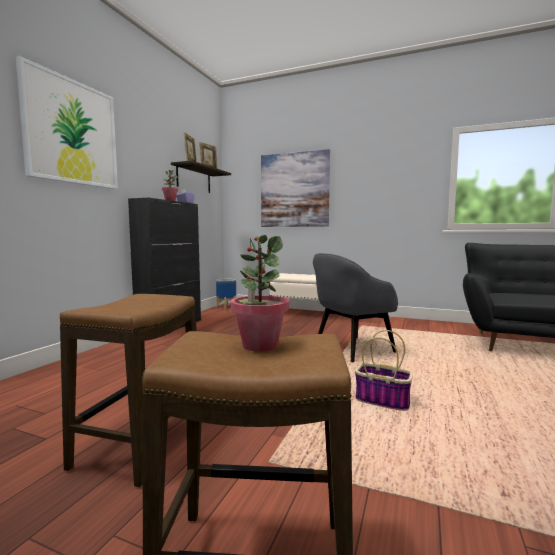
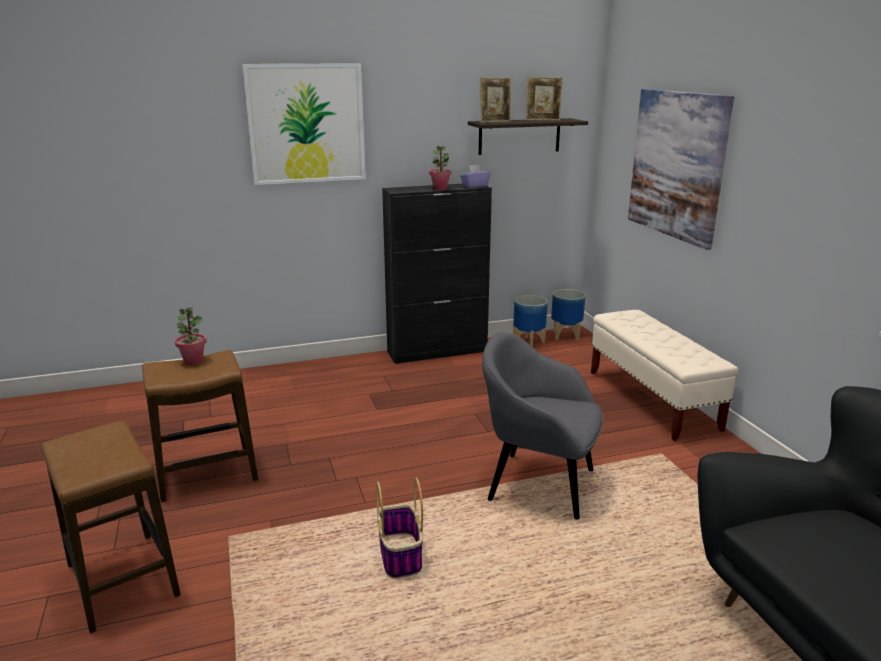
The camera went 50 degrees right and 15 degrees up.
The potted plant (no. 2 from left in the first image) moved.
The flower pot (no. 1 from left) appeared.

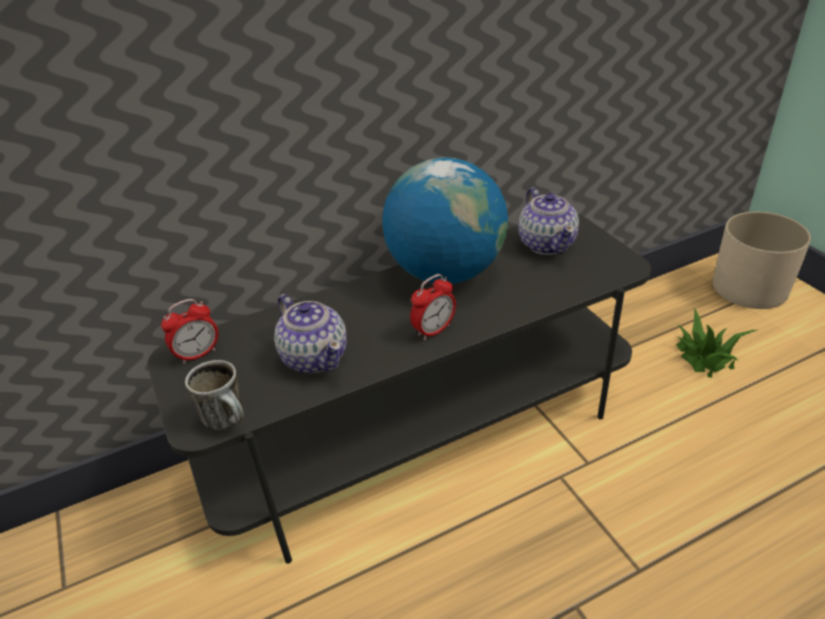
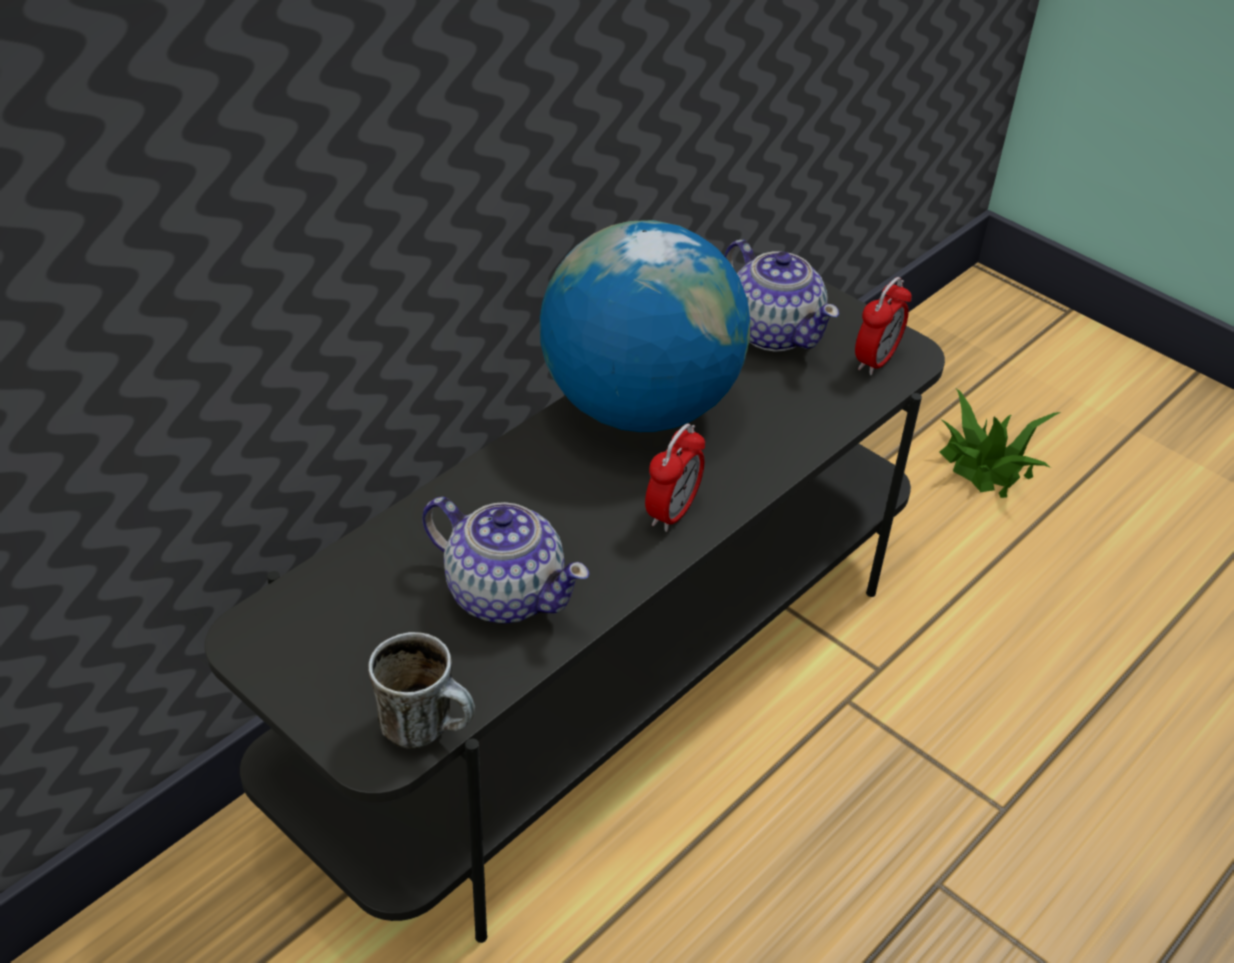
The camera went 25 degrees left and 5 degrees up.
The alarm clock (no. 1 from left in the first image) moved.
The flower pot/beige-coloured disappeared.

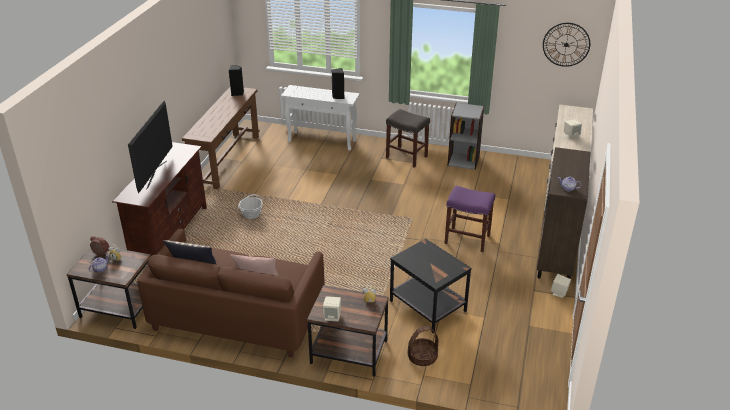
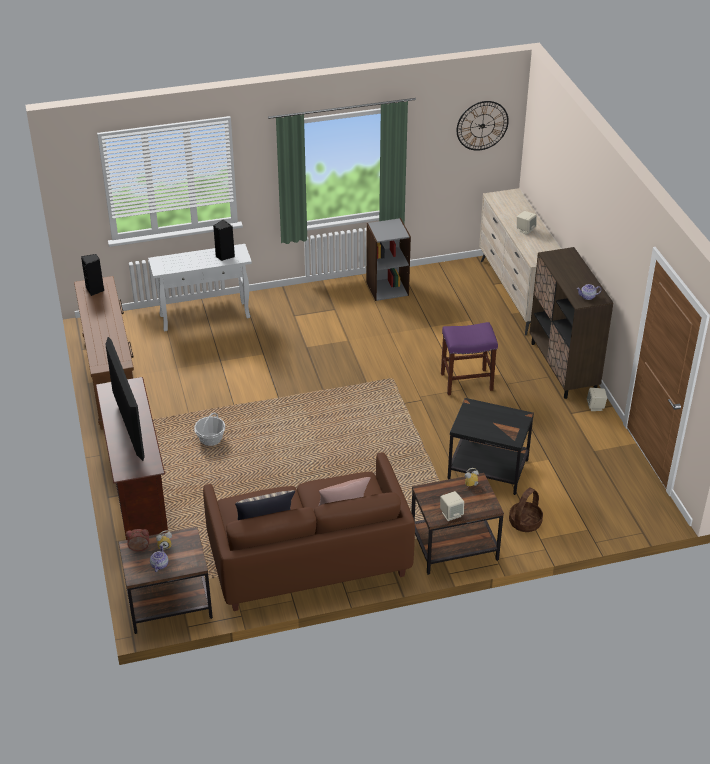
The camera went 30 degrees left and 5 degrees up.
The sitting stool/gray disappeared.

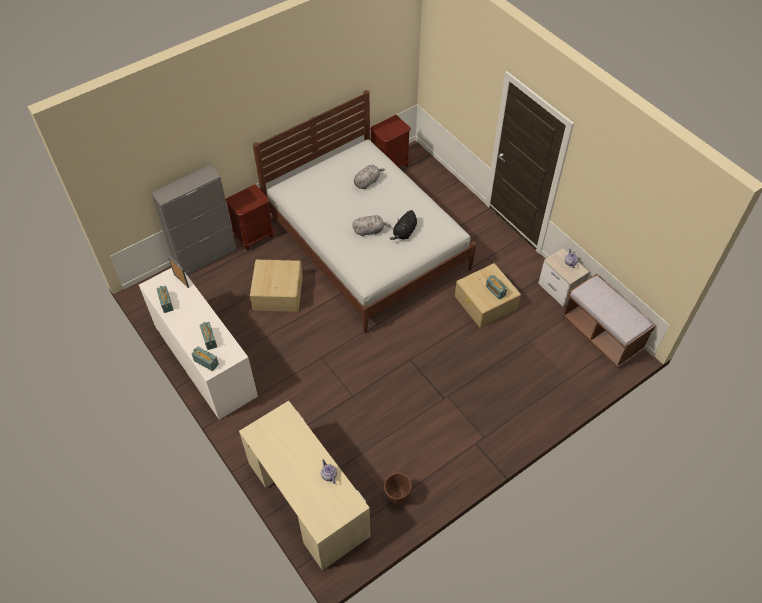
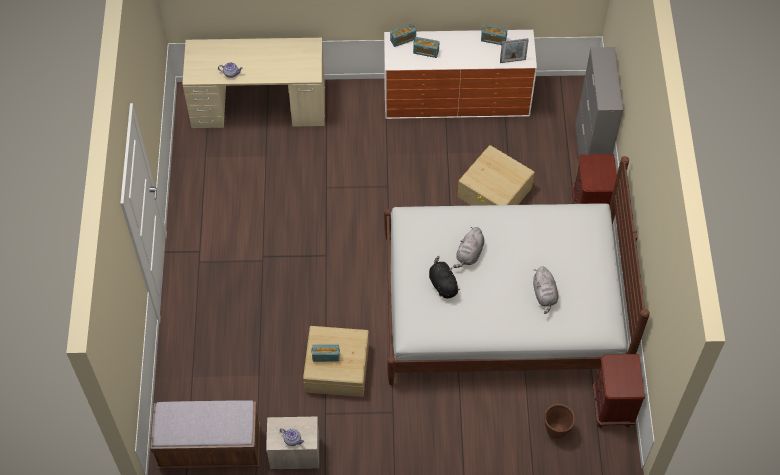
The camera went 125 degrees right and 5 degrees up.
The flower pot/brown moved.

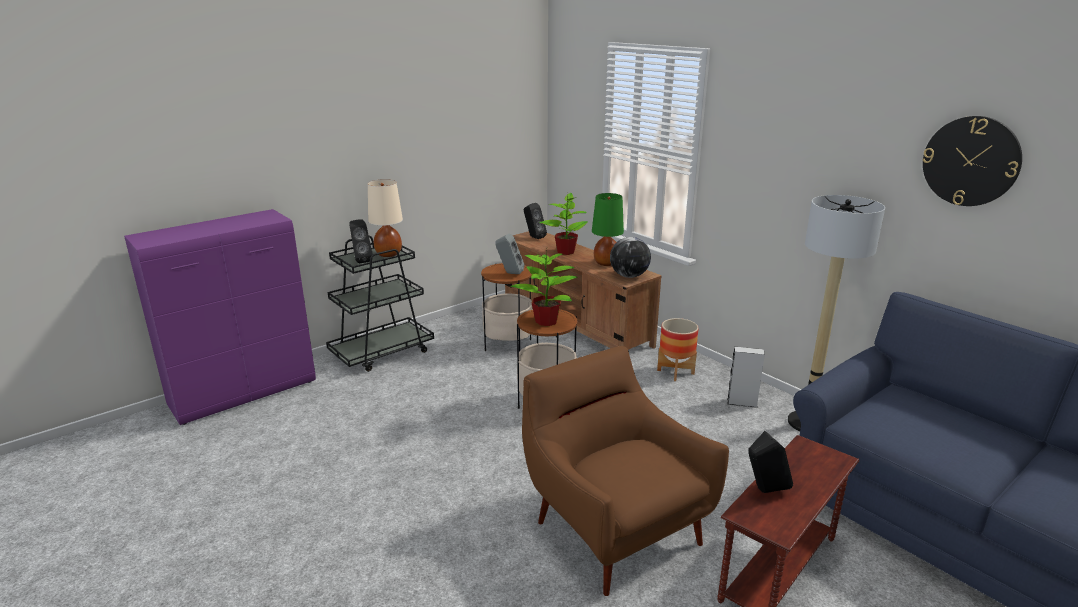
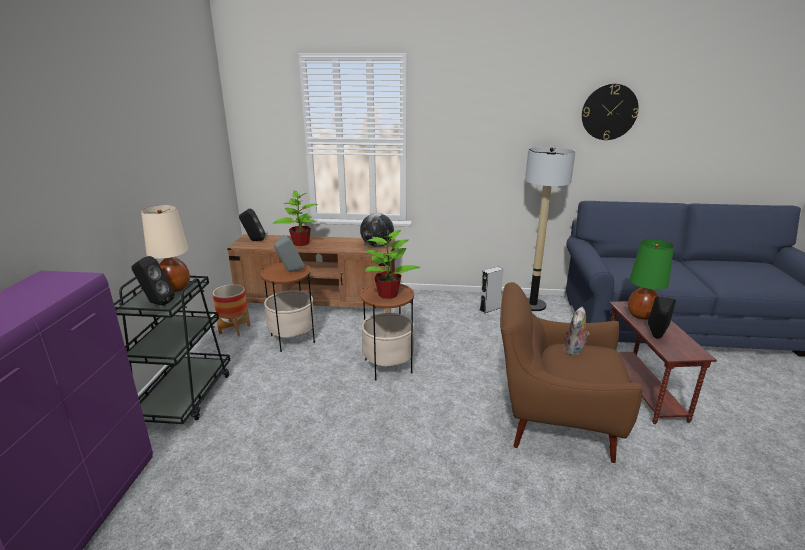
The camera went 45 degrees left and 0 degrees up.
The flower pot moved.
The plush toy appeared.
The tabletop lamp/greenish moved.

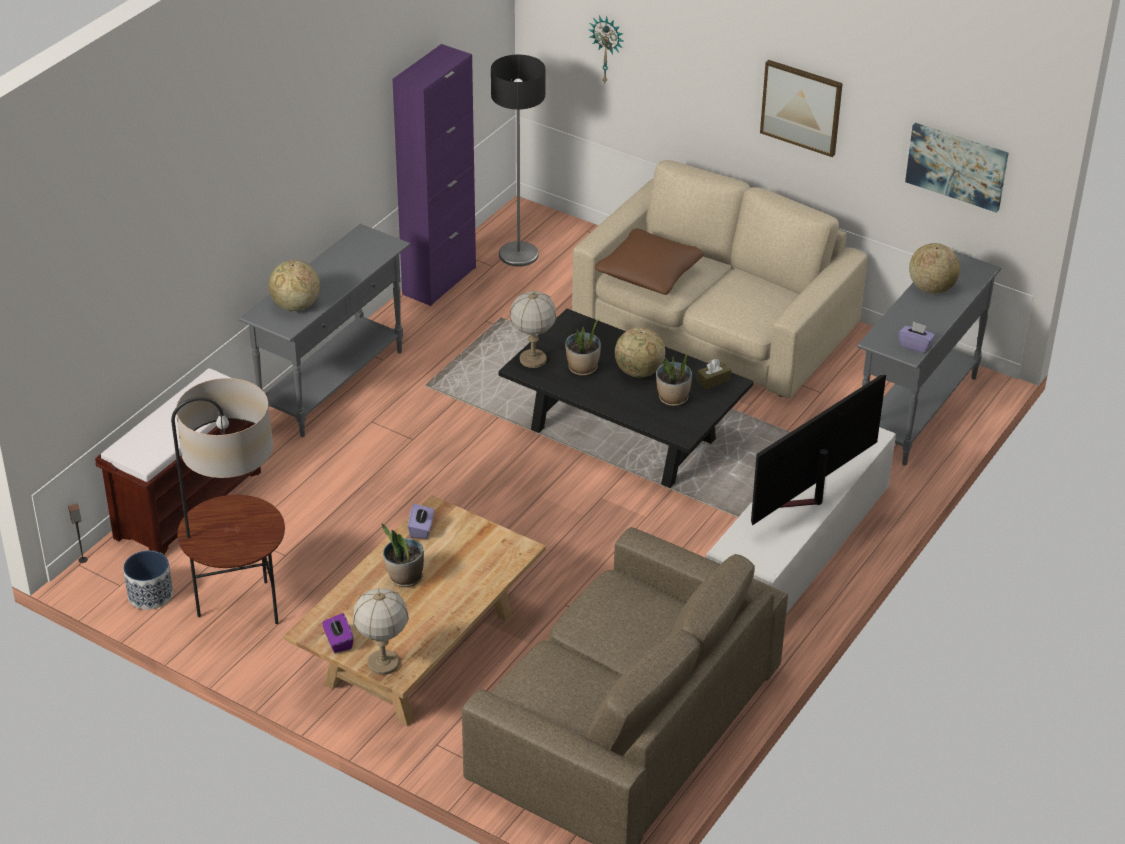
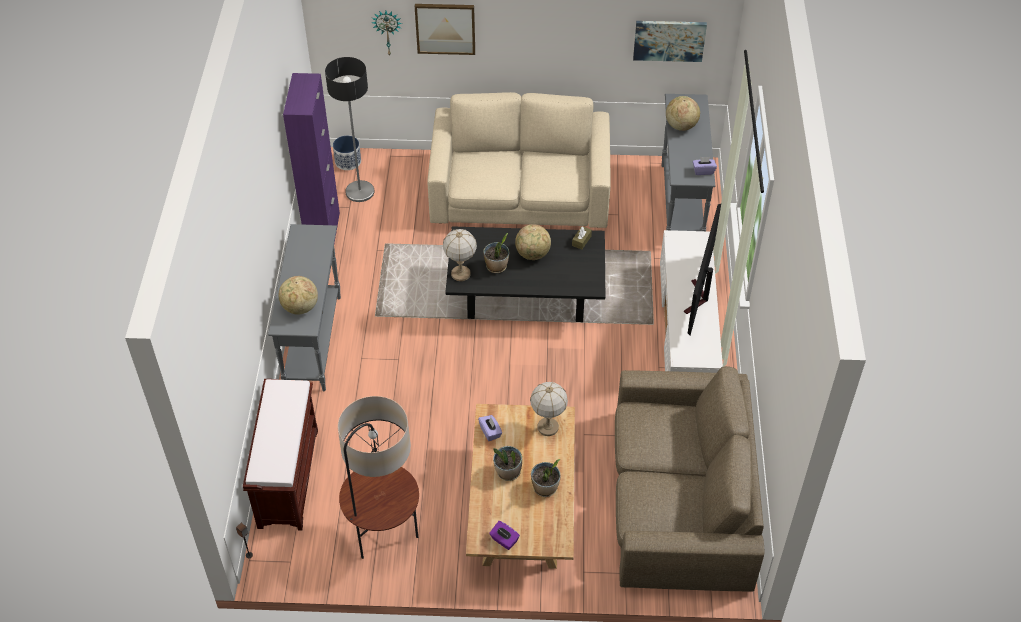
The camera went 30 degrees left and 10 degrees up.
The flower pot moved.
The wall art (no. 1 from left) moved.
The tabletop lamp (no. 1 from left in the first image) moved.
The potted plant (no. 3 from left) moved.
The throw pillow/brown disappeared.

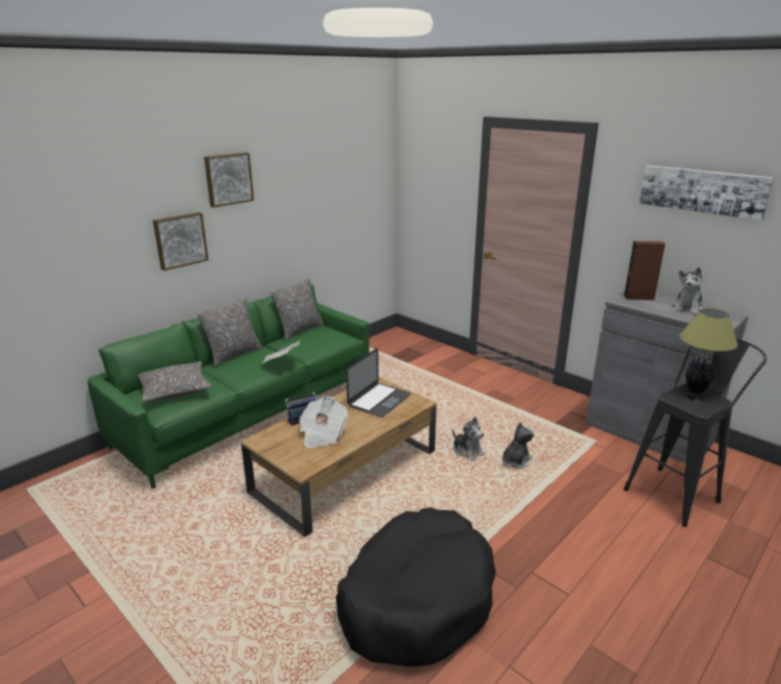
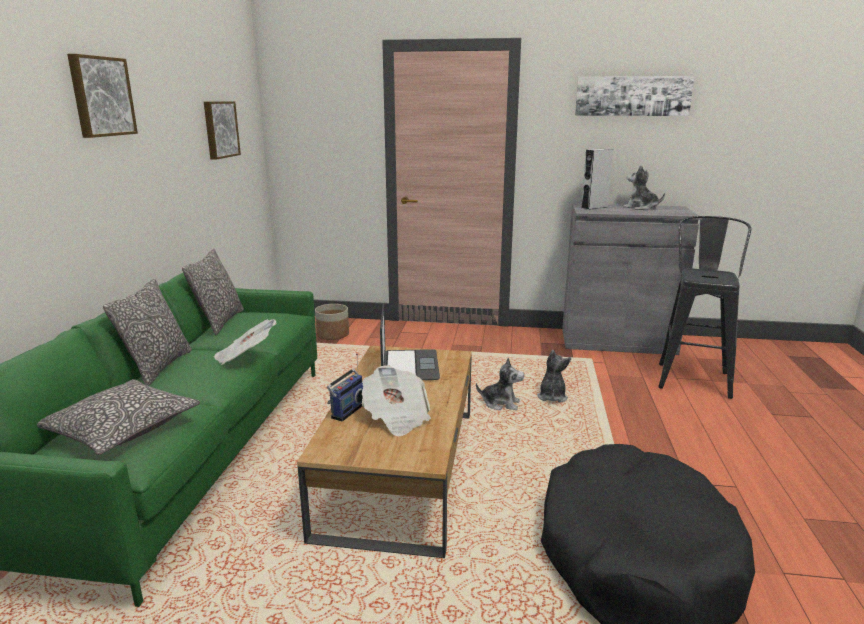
The camera went 35 degrees left and 5 degrees down.
The wall art (no. 1 from left in the first image) moved.
The flower pot appeared.
The speaker/brown became the speaker/gray.
The plush toy (no. 3 from left) turned 135 degrees clockwise.
The tabletop lamp disappeared.

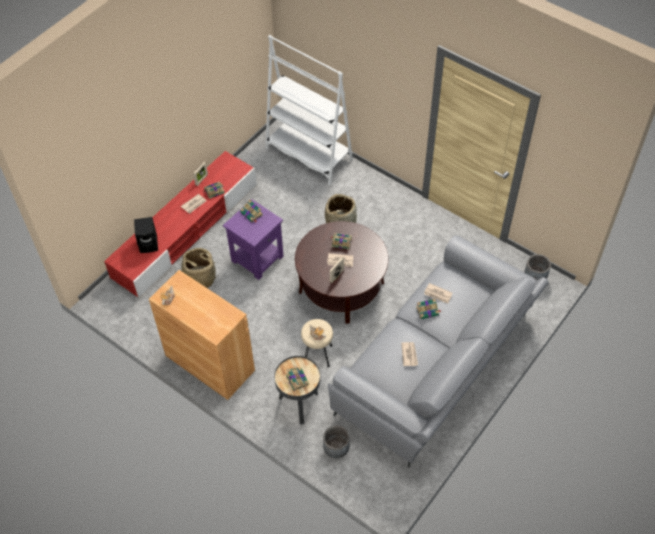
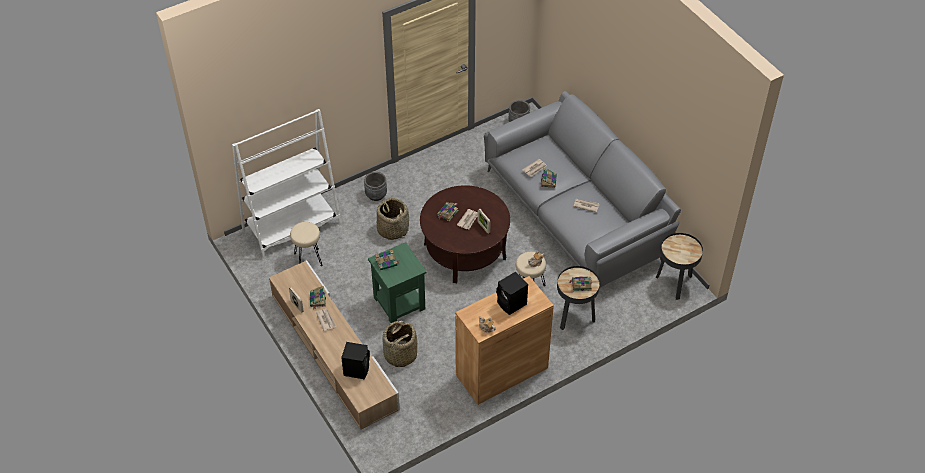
The camera went 70 degrees left and 5 degrees down.
The media console/red became the media console/beige-coloured.
The sitting stool/beige-coloured (no. 1 from left) appeared.
The flower pot/gray (no. 1 from left) moved.
The side table/purple became the side table/greenish.
The speaker/black-coloured (no. 2 from left) appeared.
The side table/black-coloured (no. 2 from left) appeared.

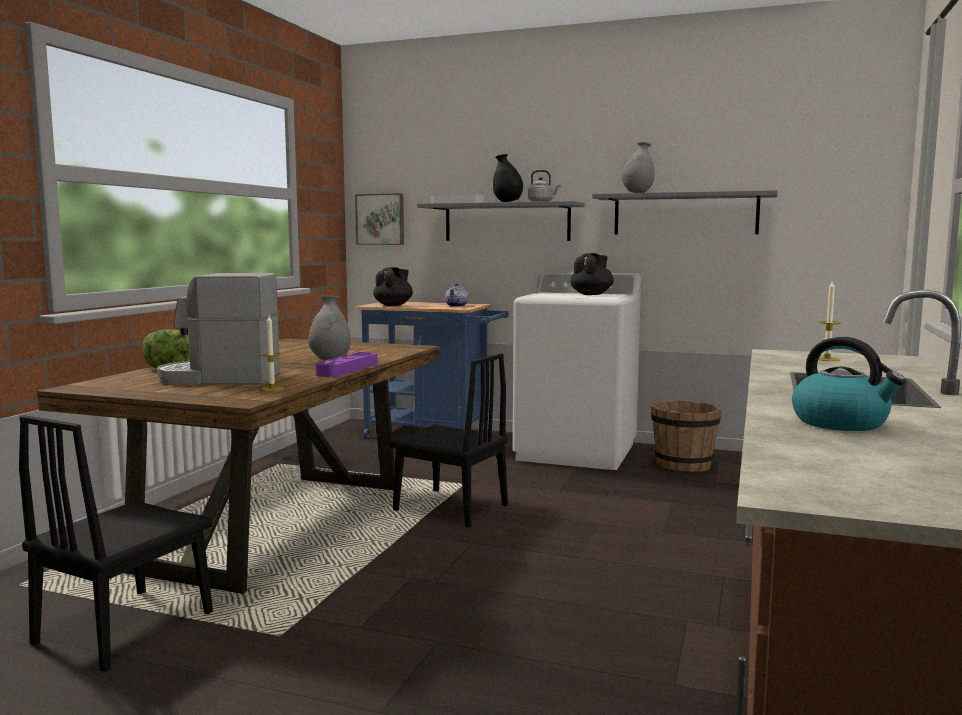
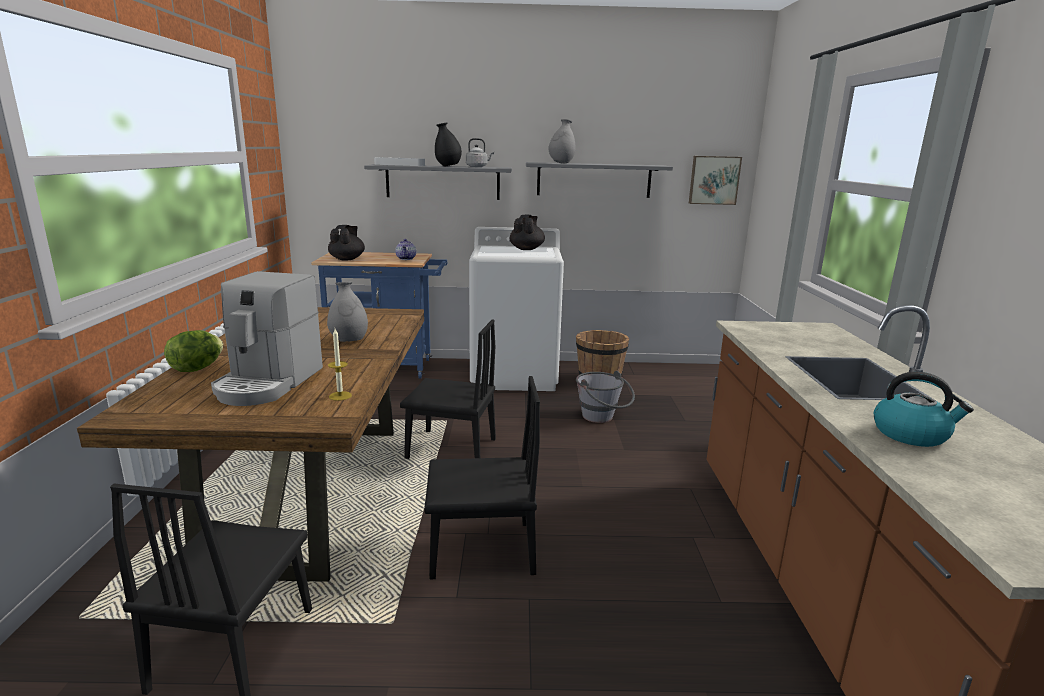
The camera went 20 degrees left and 10 degrees up.
The coffee machine turned 60 degrees counterclockwise.
The chair/black-coloured (no. 3 from left) appeared.
The water bucket/gray appeared.
The wall art moved.
The serving tray/purple disappeared.
The wax light (no. 2 from left) disappeared.

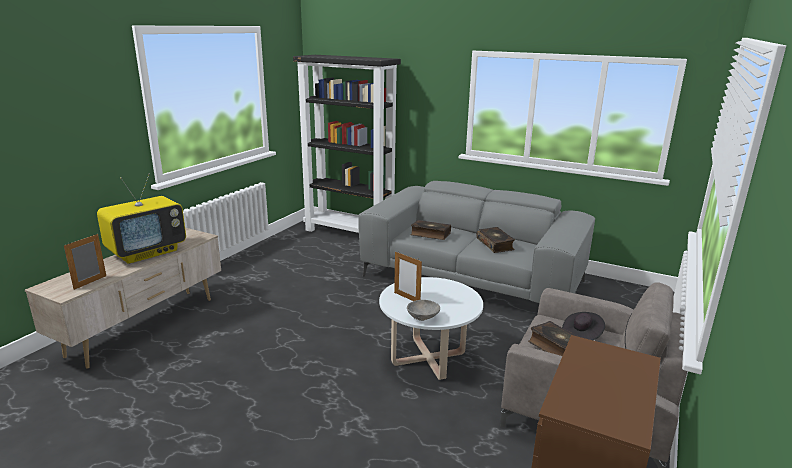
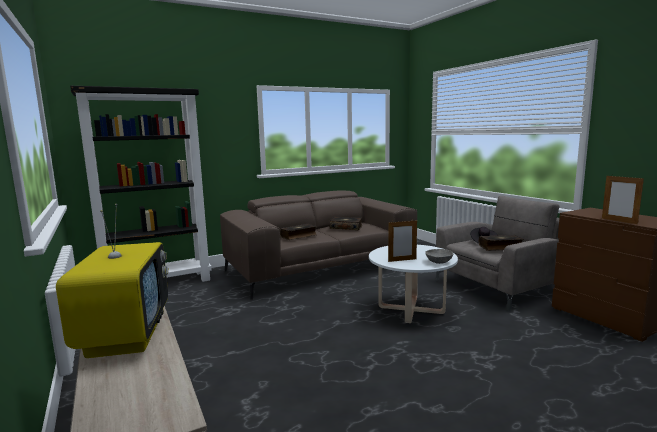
The camera went 55 degrees left and 10 degrees down.
The couch/gray became the couch/brown.
The photo frame (no. 1 from left in the first image) moved.

